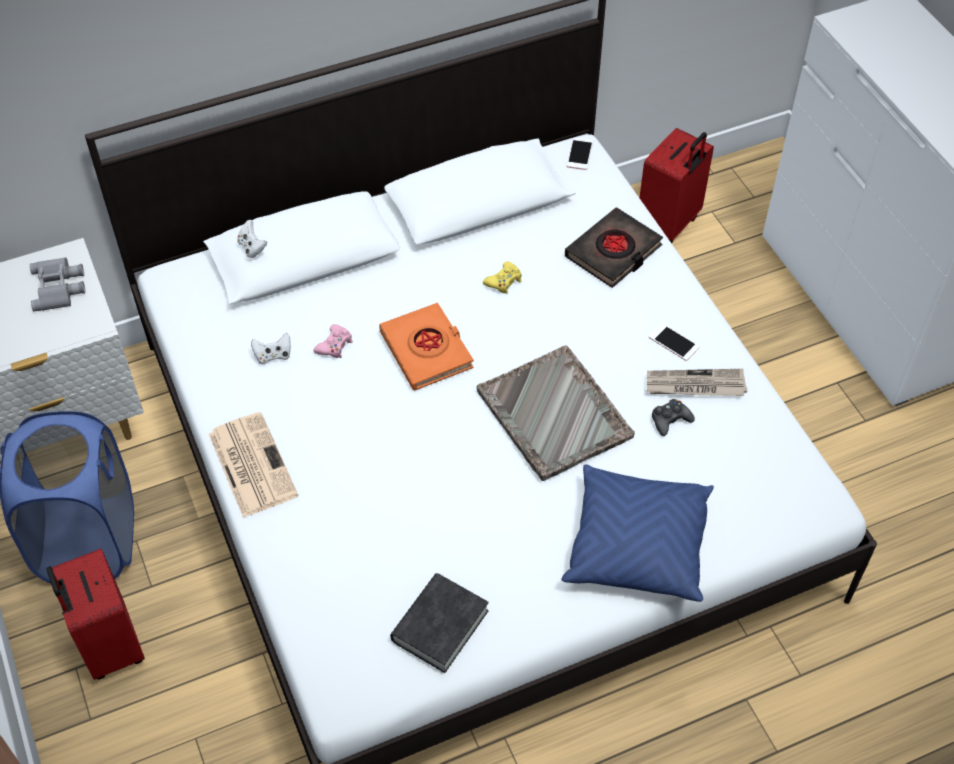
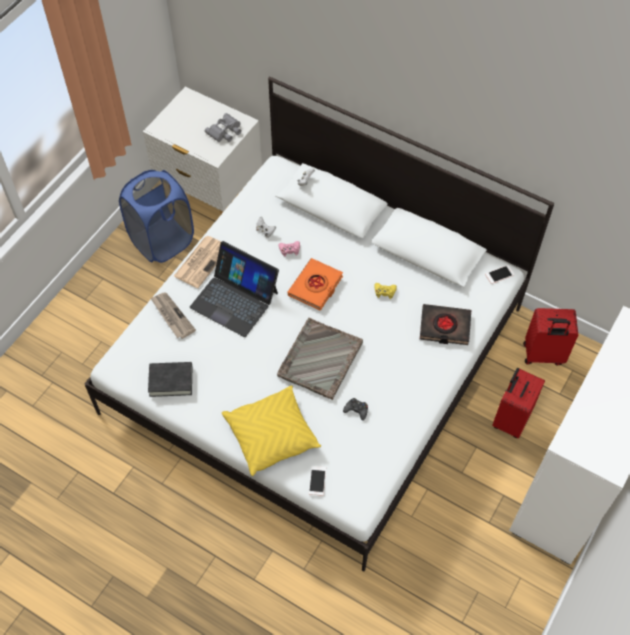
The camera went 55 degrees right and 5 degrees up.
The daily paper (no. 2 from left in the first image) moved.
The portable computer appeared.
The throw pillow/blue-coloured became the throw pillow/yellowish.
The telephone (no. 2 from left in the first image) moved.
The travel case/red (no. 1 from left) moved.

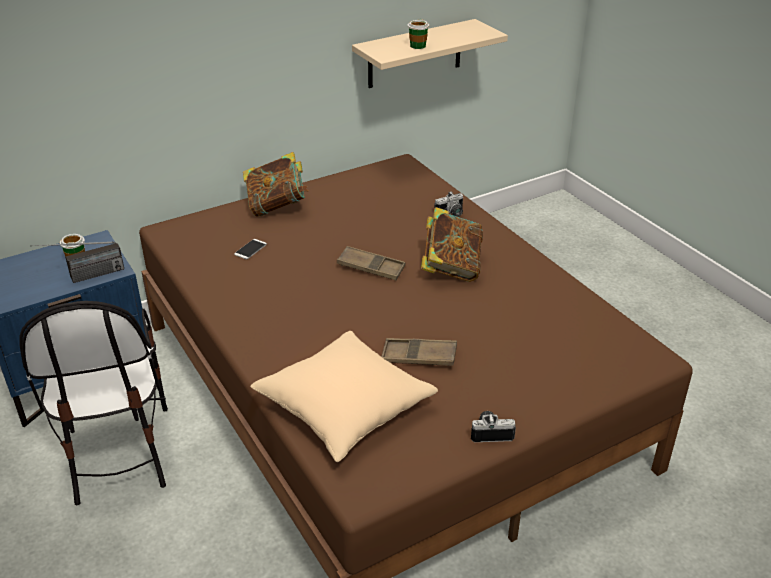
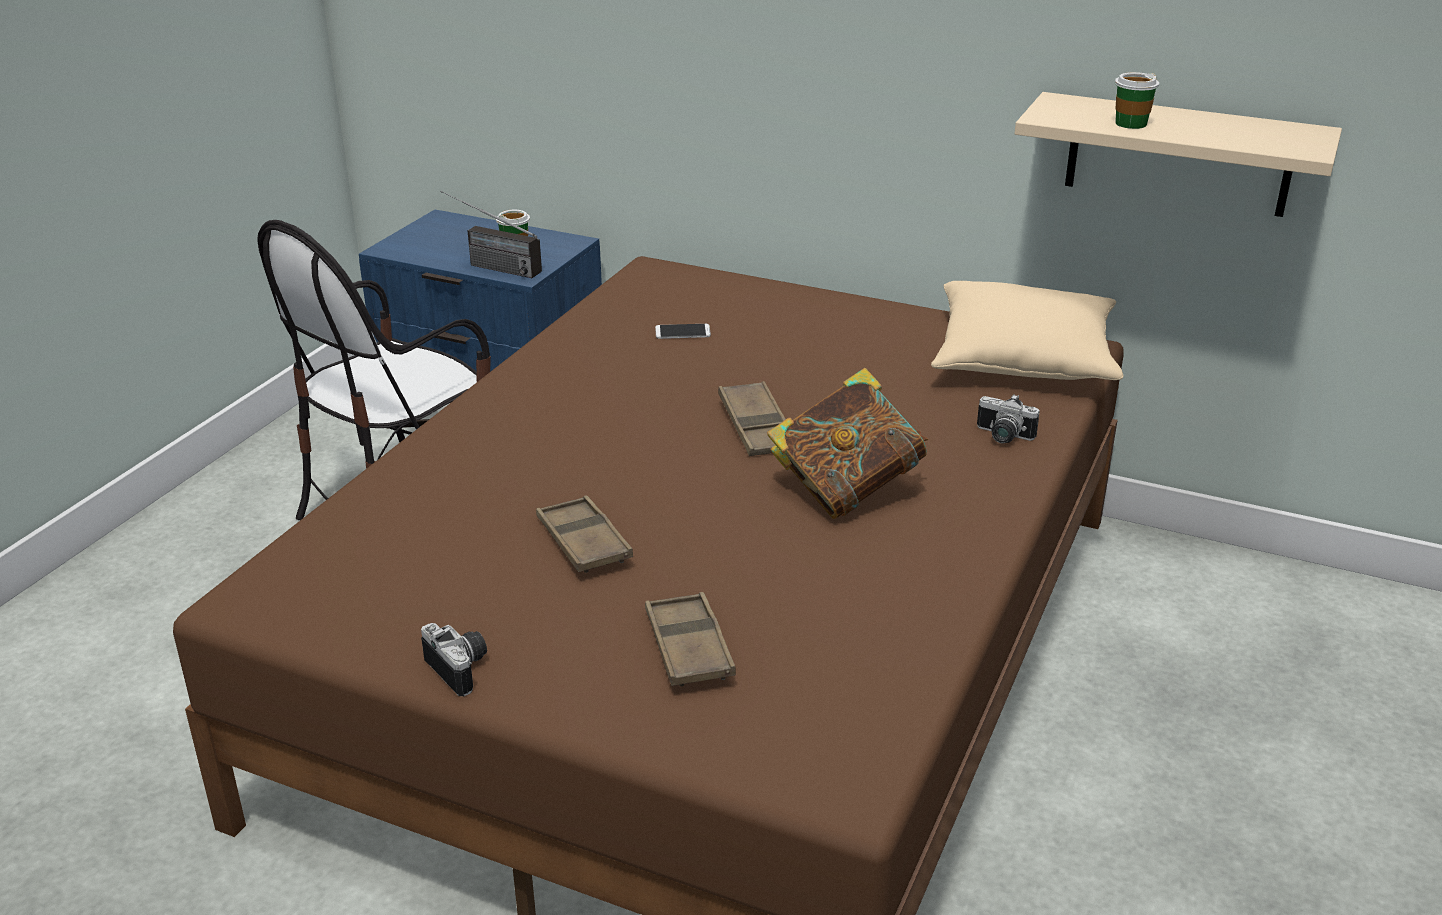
The camera went 55 degrees right and 5 degrees down.
The serving tray/brown (no. 2 from left) appeared.
The throw pillow/beige-coloured moved.
The volume (no. 1 from left) disappeared.

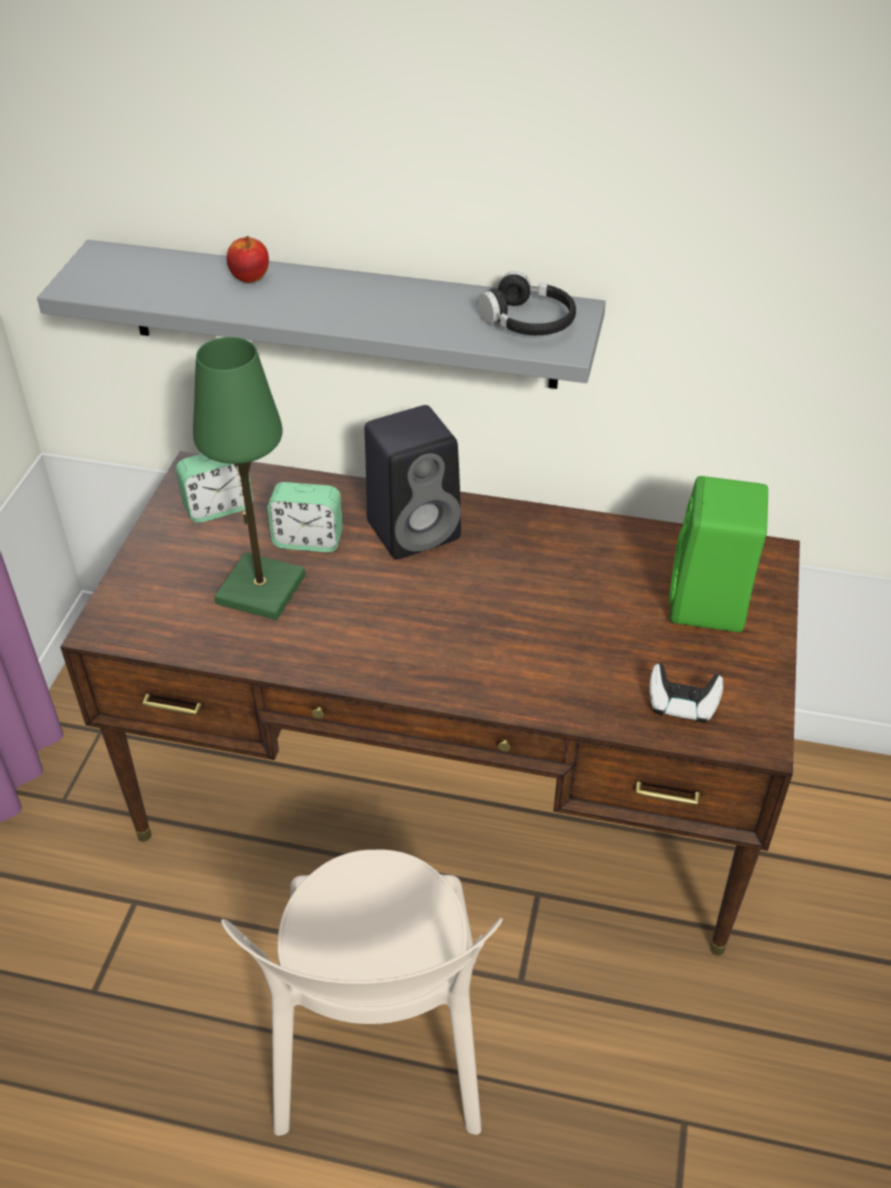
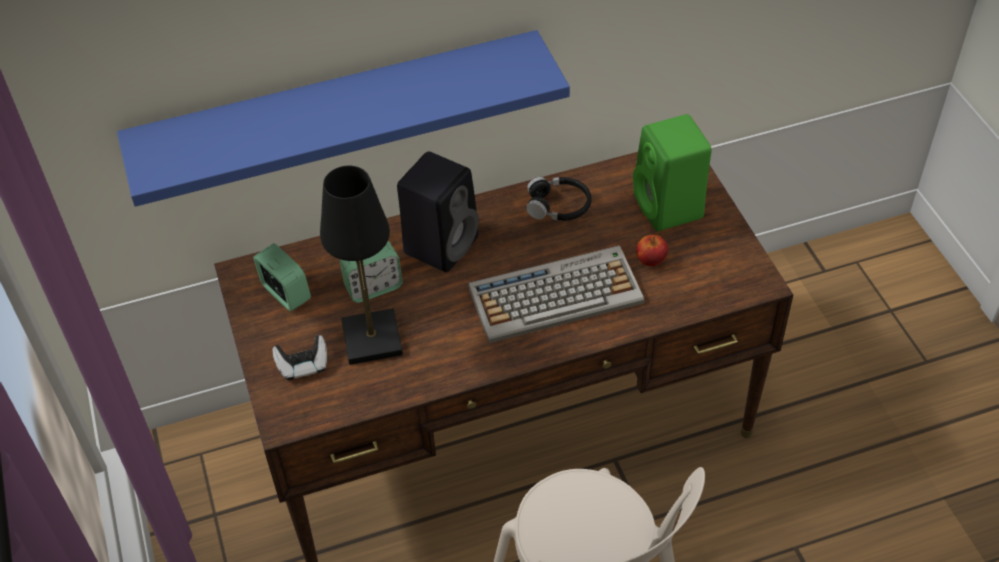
The camera went 30 degrees left and 5 degrees up.
The wall shelf/gray became the wall shelf/blue-coloured.
The alarm clock (no. 1 from left) turned 75 degrees counterclockwise.
The gamepad moved.
The tabletop lamp/greenish became the tabletop lamp/black-coloured.
The keyboard appeared.
The pair of headphones/black-coloured moved.
The whole apple moved.

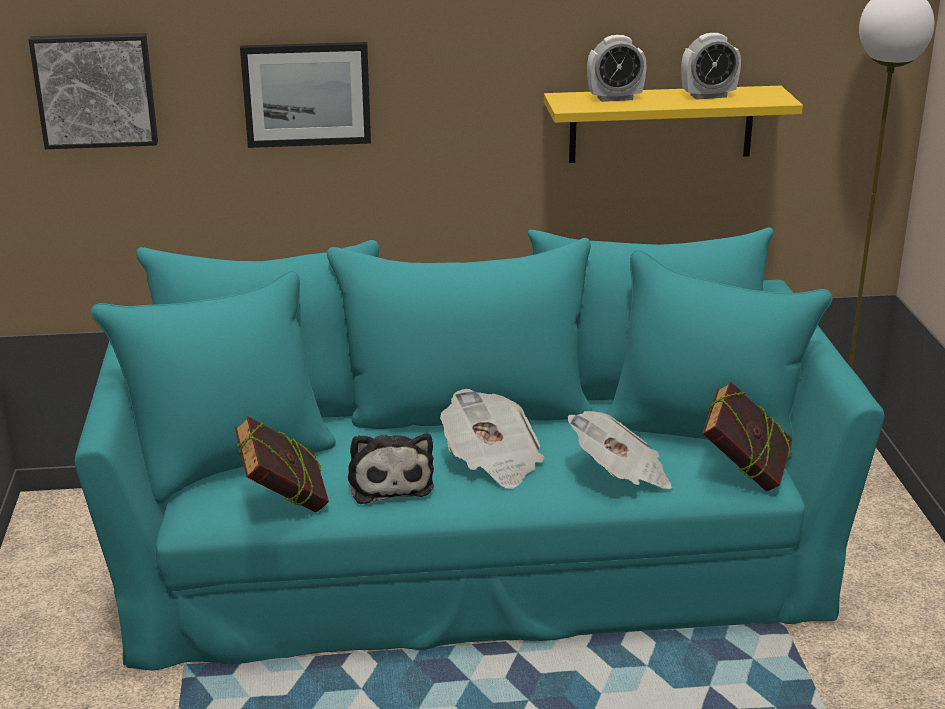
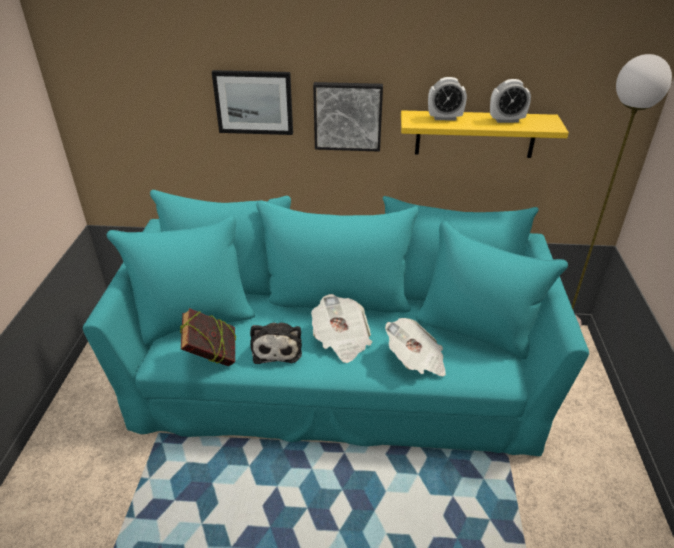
The camera went 10 degrees right and 10 degrees up.
The wall art (no. 1 from left in the first image) moved.
The volume (no. 2 from left) disappeared.

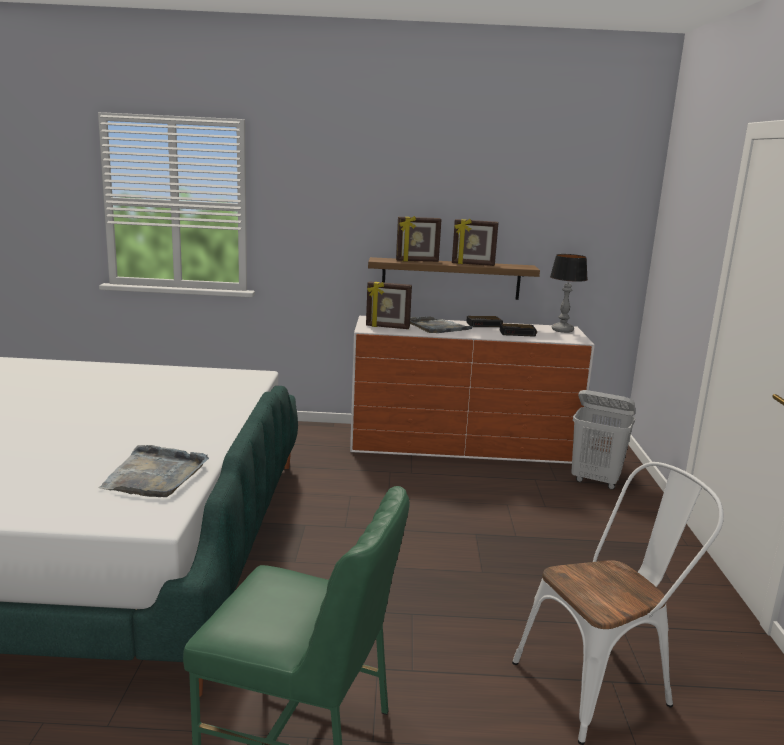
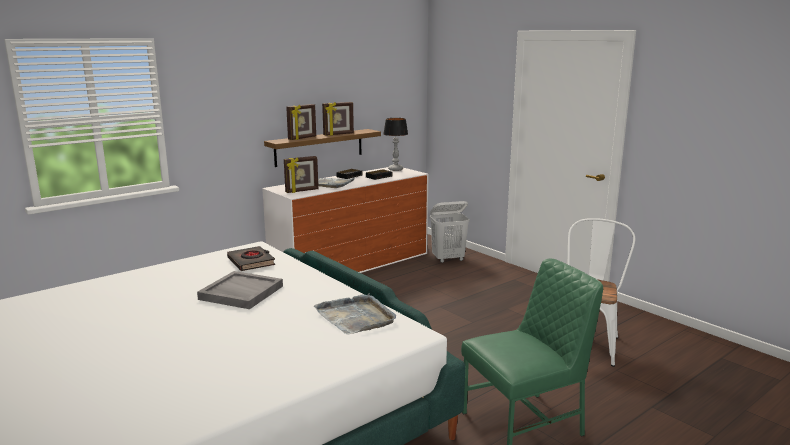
The camera went 40 degrees left and 0 degrees up.
The serving tray/gray (no. 1 from left) appeared.
The volume/black-coloured appeared.

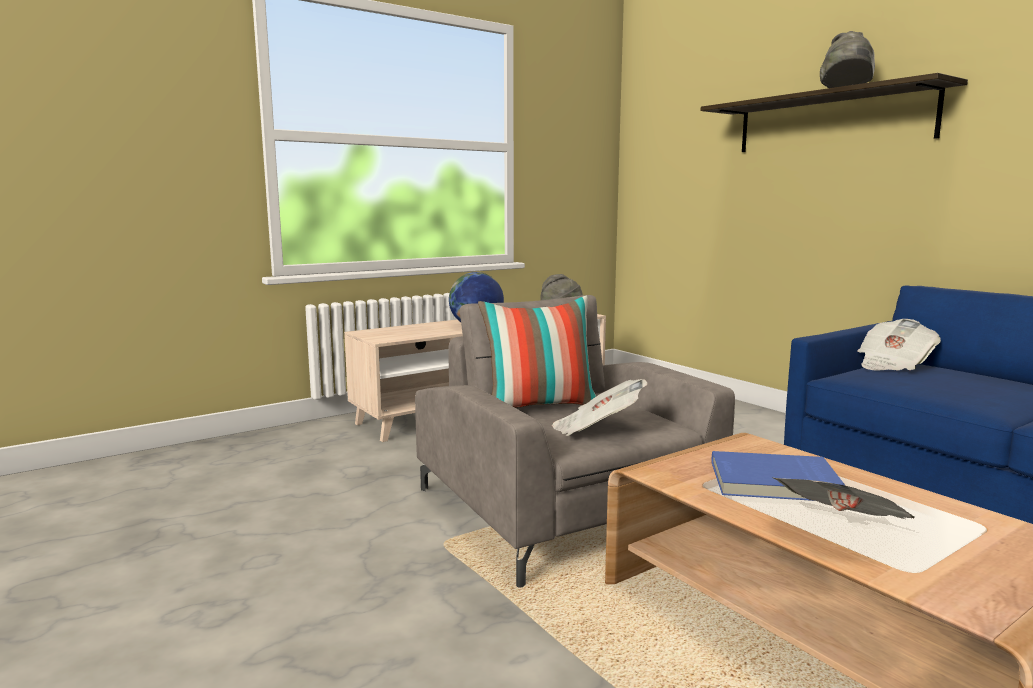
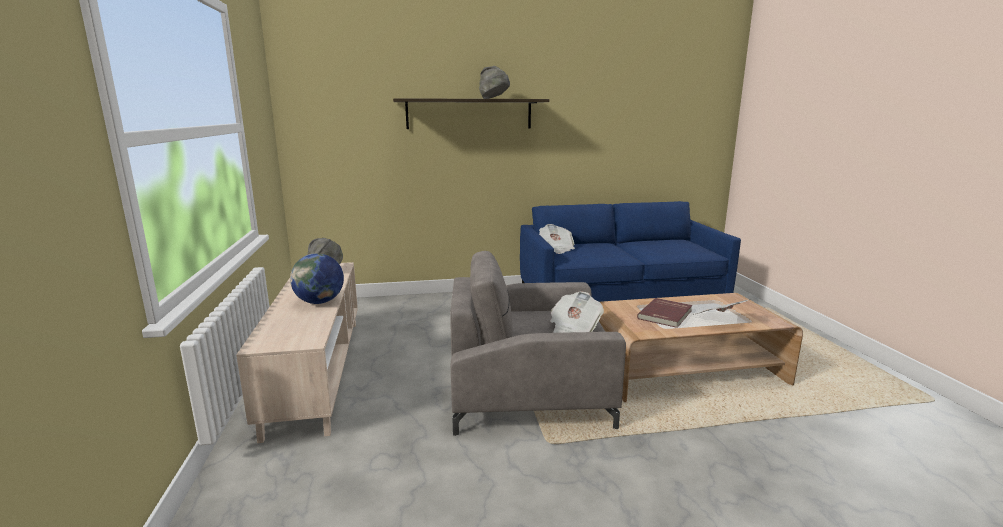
The camera went 65 degrees left and 5 degrees up.
The volume/blue-coloured became the volume/red.
The throw pillow disappeared.

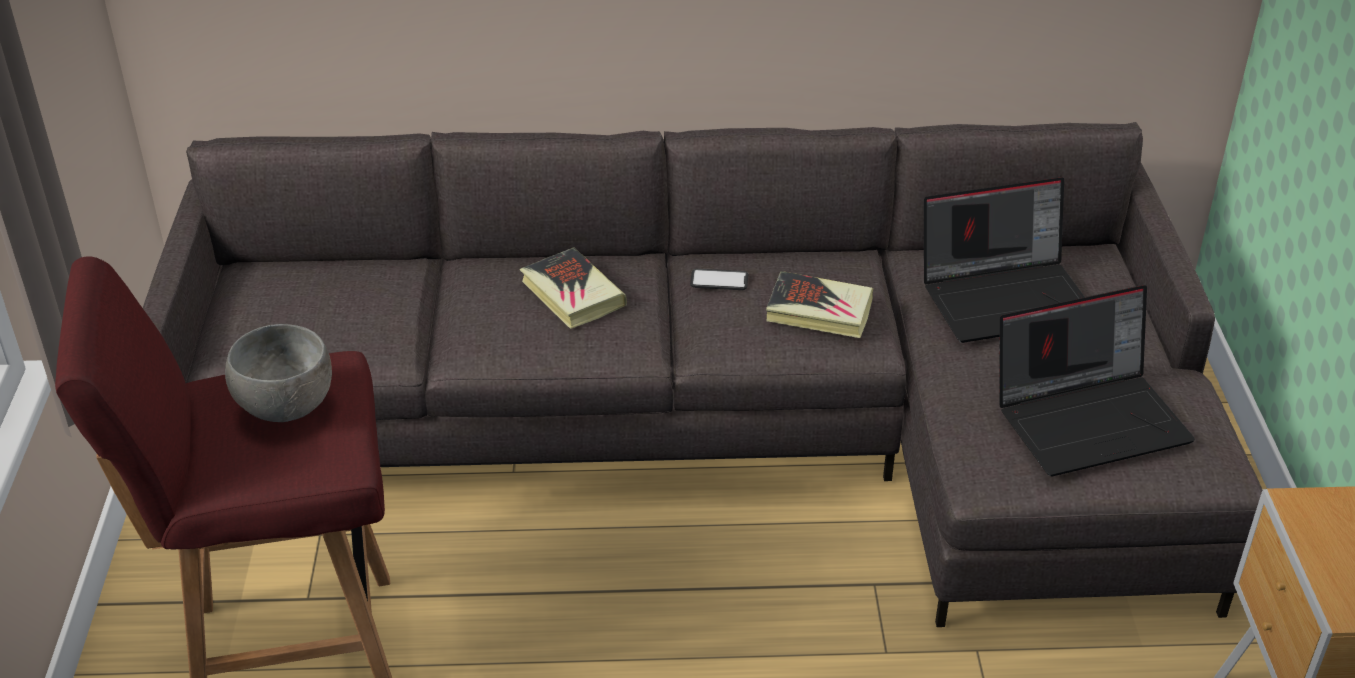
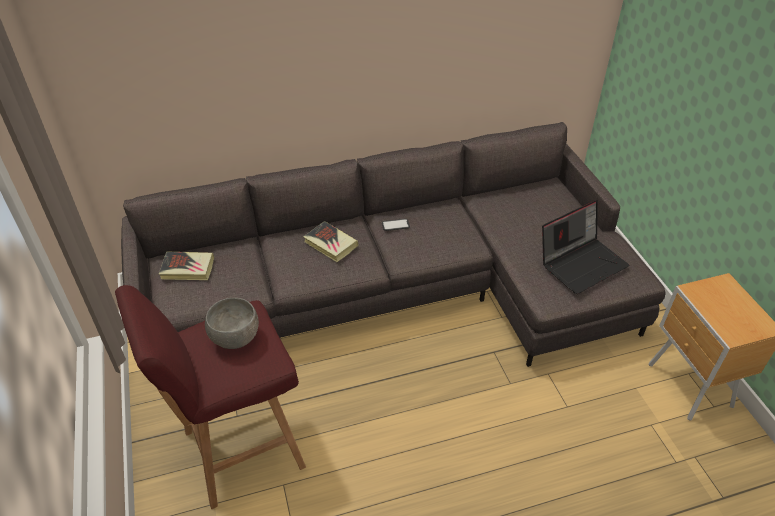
The camera went 15 degrees left and 5 degrees up.
The volume (no. 2 from left in the first image) moved.
The portable computer (no. 1 from left) disappeared.

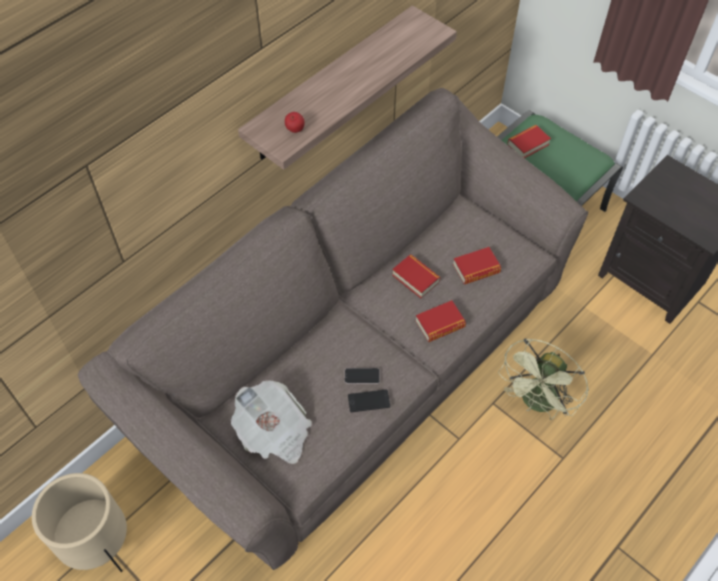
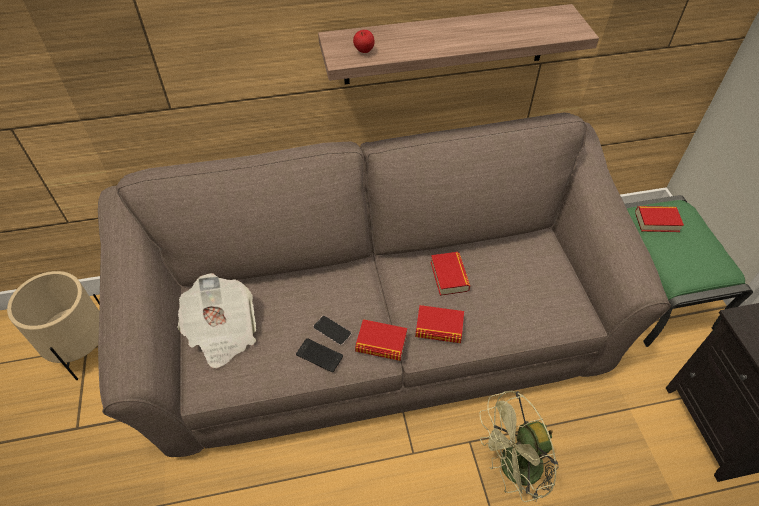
The camera went 35 degrees right and 5 degrees down.
The volume (no. 3 from left in the first image) moved.

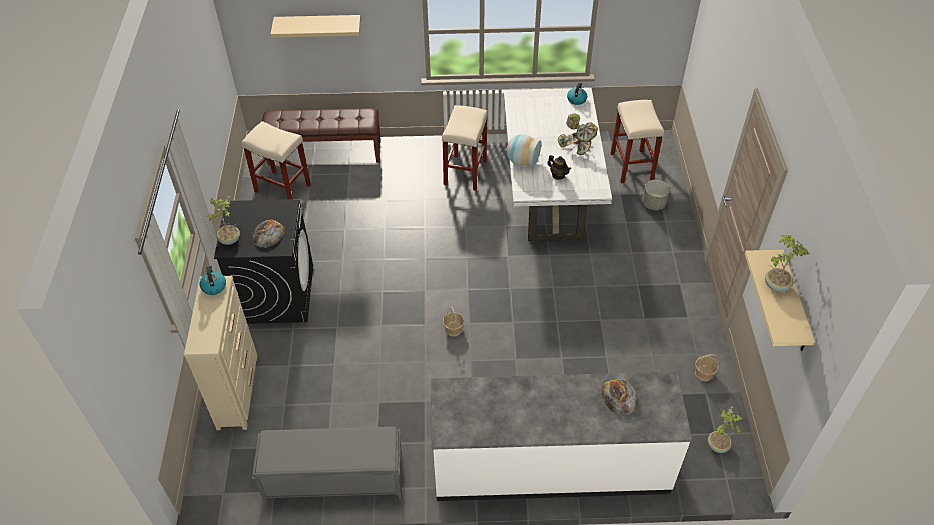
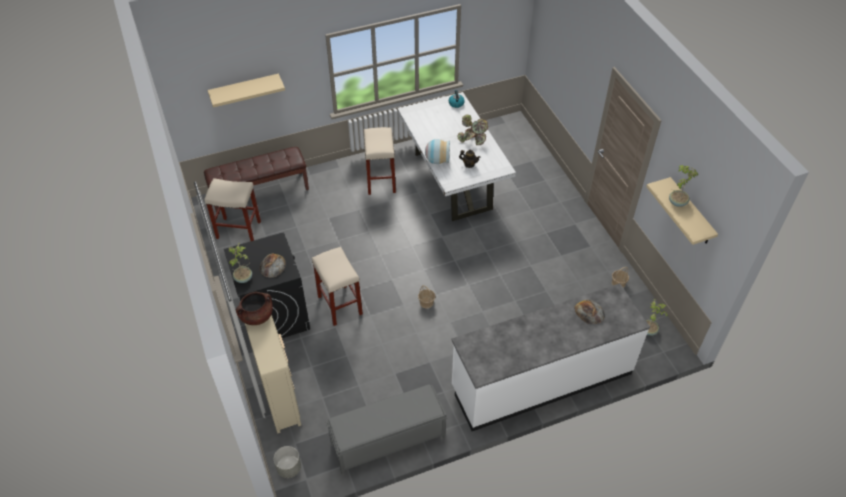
The camera went 20 degrees left and 0 degrees up.
The water kettle (no. 1 from left) was replaced by the stockpot/brown.
The flower pot/gray moved.
The sitting stool/beige-coloured (no. 3 from left in the first image) moved.

